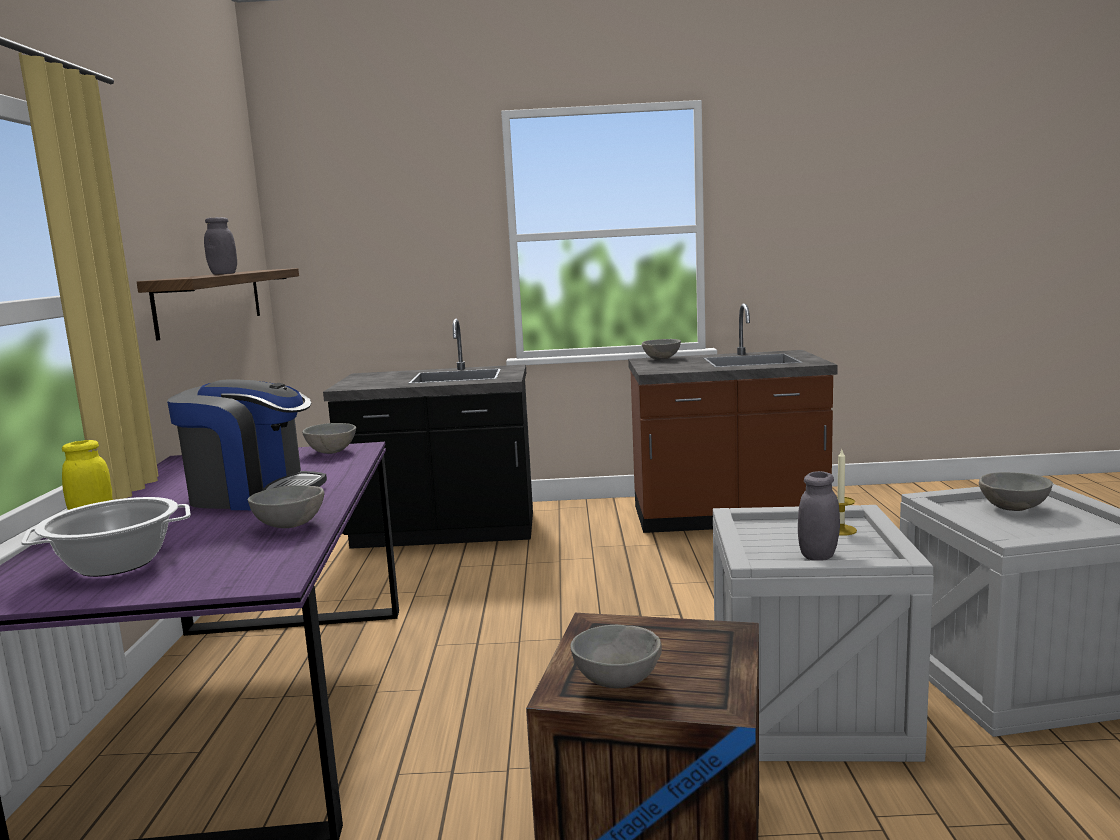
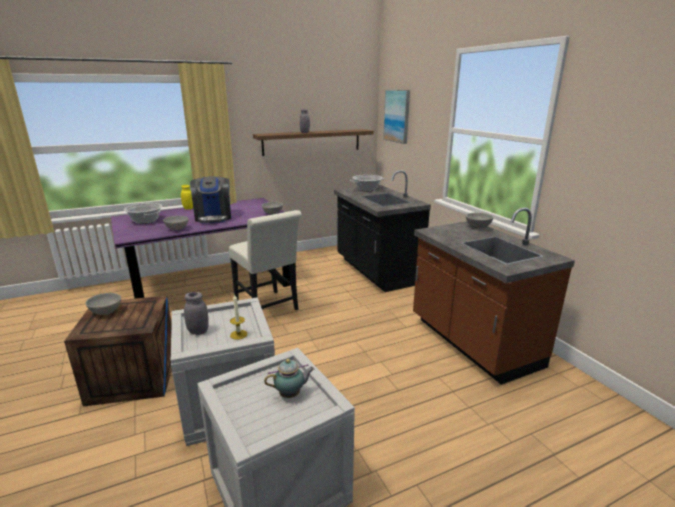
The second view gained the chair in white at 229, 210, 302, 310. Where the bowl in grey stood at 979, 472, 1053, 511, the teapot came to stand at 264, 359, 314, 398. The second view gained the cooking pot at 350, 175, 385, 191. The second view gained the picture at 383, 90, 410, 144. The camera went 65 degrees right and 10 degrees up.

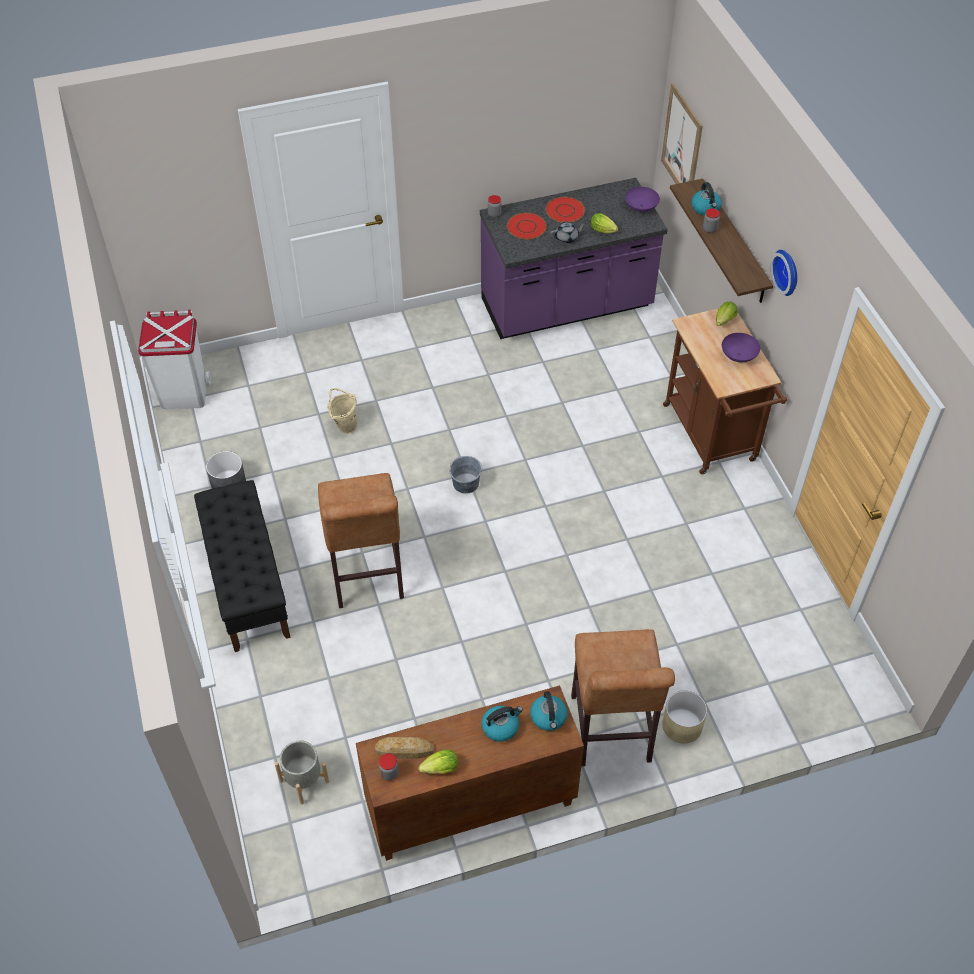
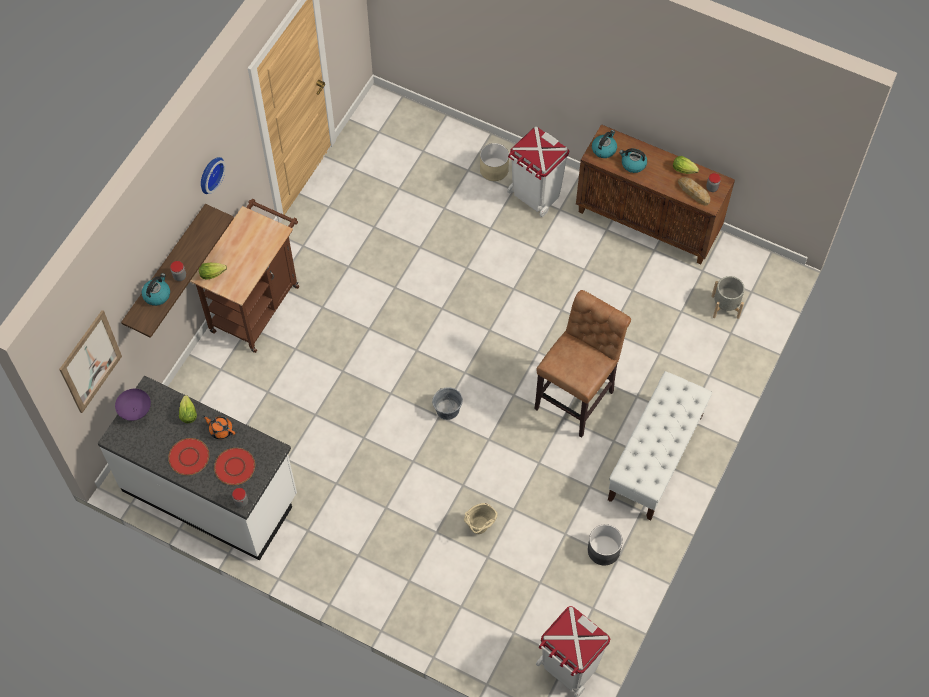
What was the counter in purple at 480, 178, 668, 339 turned into the counter in white at 98, 375, 297, 561. What was the teapot in grey at 550, 222, 586, 244 turned into the teapot in orange at 203, 415, 235, 439. Where the stool in brown stood at 571, 629, 675, 766, the trash can in white came to stand at 507, 127, 569, 217. What was the bench in black at 194, 480, 291, 652 turned into the bench in white at 608, 371, 712, 520. The second view lost the bowl in purple at 722, 333, 760, 362. The camera went 135 degrees left and 10 degrees up.

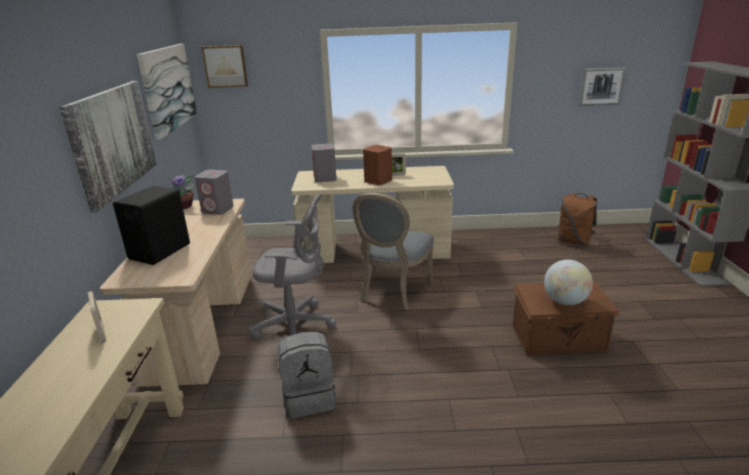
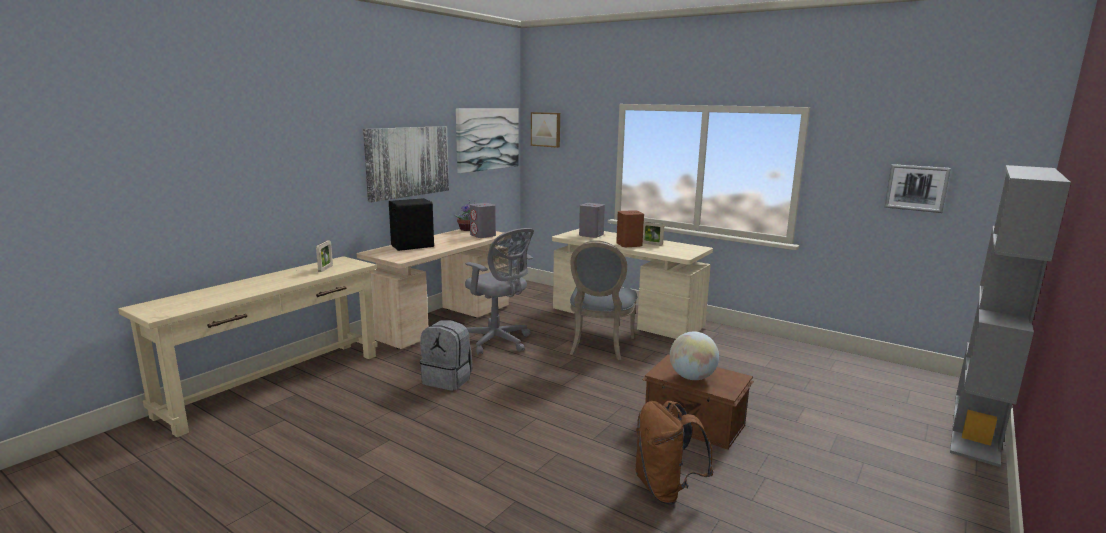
The chair in grey at 353, 191, 434, 310 ended up facing another way, 45 degrees counterclockwise from before. The backpack in brown ended up elsewhere, having gone from 558, 193, 597, 246 to 635, 401, 713, 504. The camera went 35 degrees right and 10 degrees down.

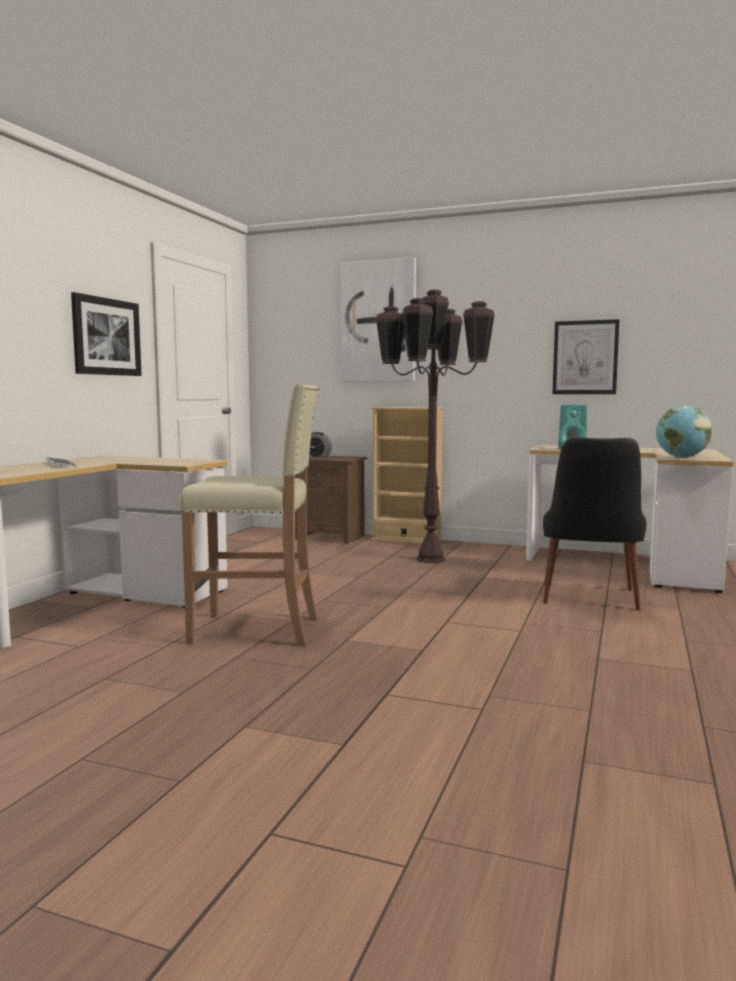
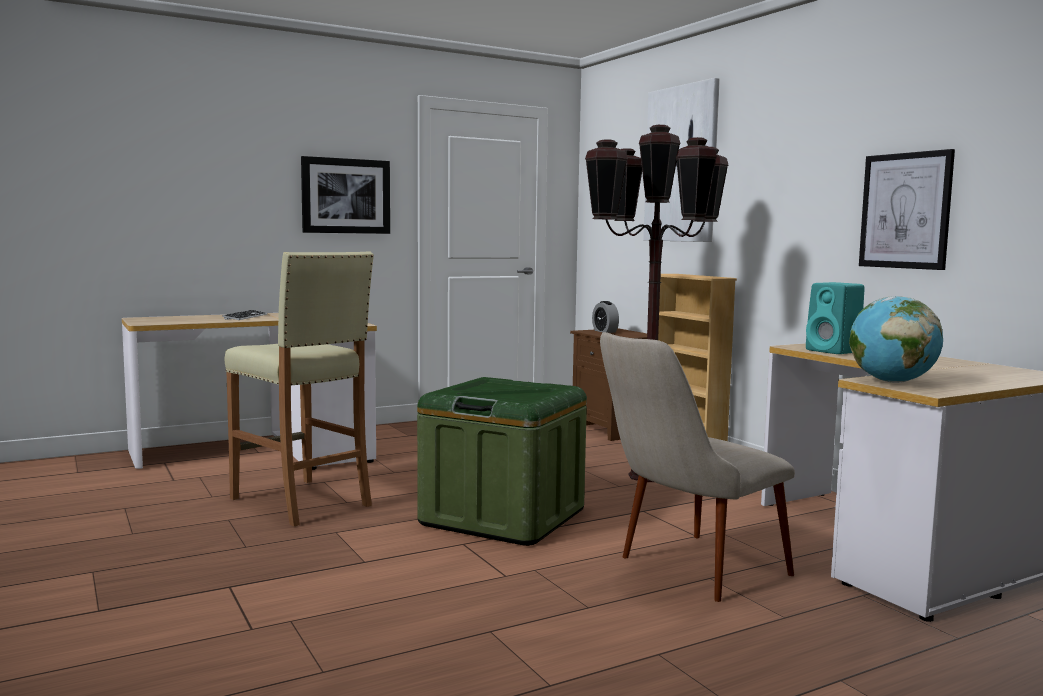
The second view gained the storage box in green at 417, 377, 587, 546. What was the chair in black at 543, 437, 646, 610 turned into the chair in beige at 600, 332, 795, 602. The camera went 40 degrees right and 0 degrees up.

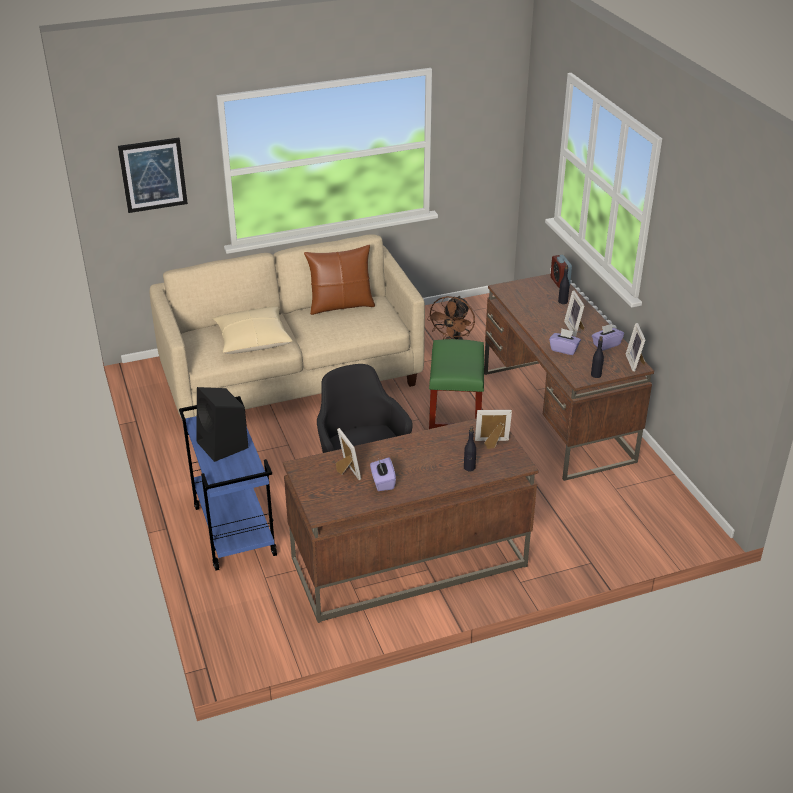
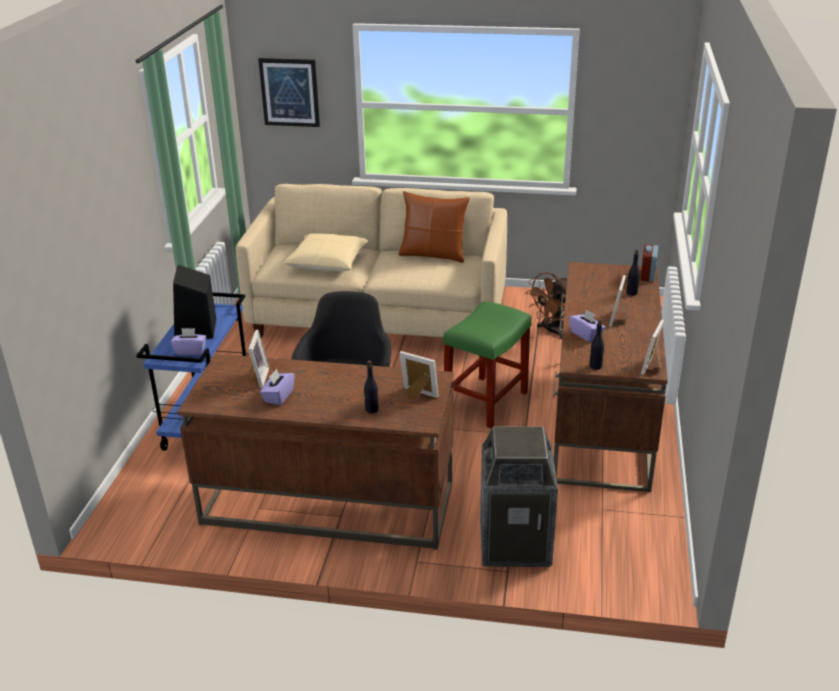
The tissue box in purple ended up elsewhere, having gone from 592, 324, 624, 351 to 170, 328, 207, 355. The second view gained the trash can at 480, 427, 558, 567. The camera went 30 degrees right and 5 degrees down.

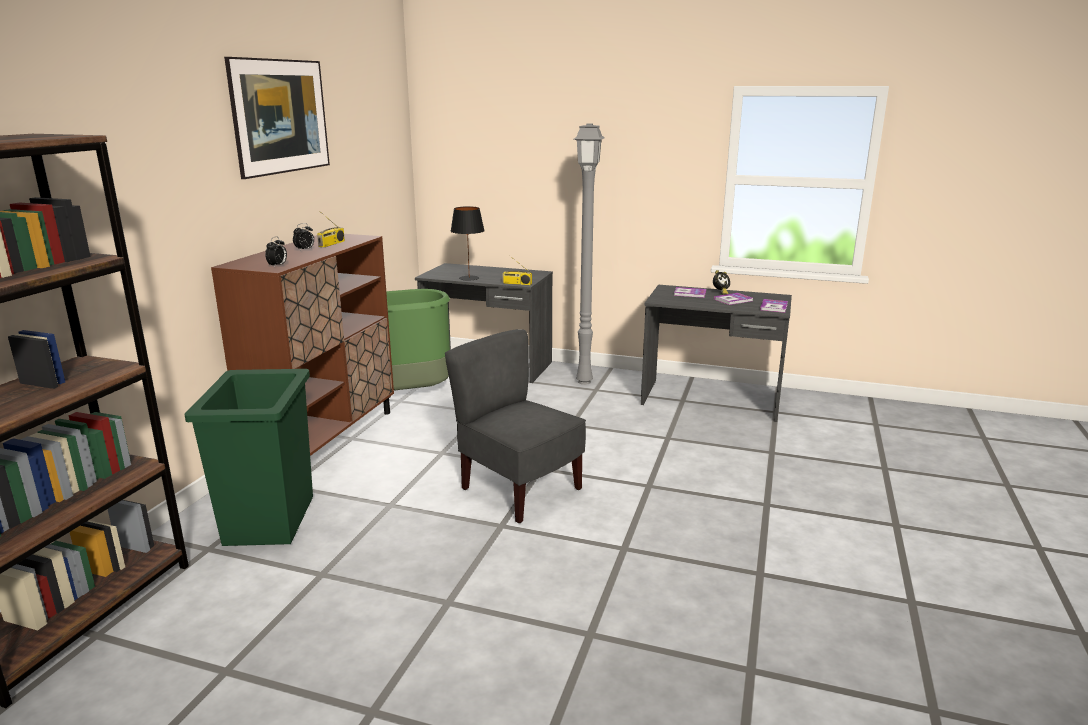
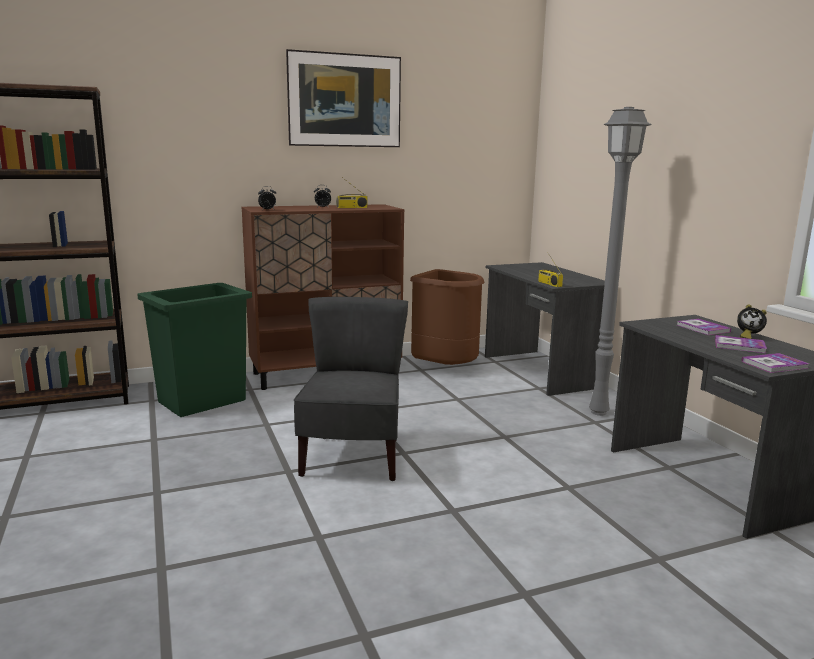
What was the trash can in green at 386, 289, 450, 390 turned into the trash can in brown at 410, 269, 484, 365. The second view lost the table lamp in black at 451, 206, 485, 281. The camera went 50 degrees right and 5 degrees down.

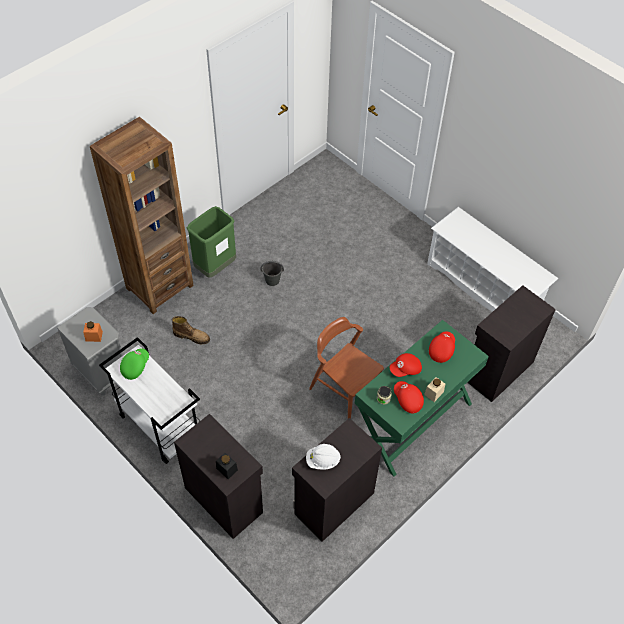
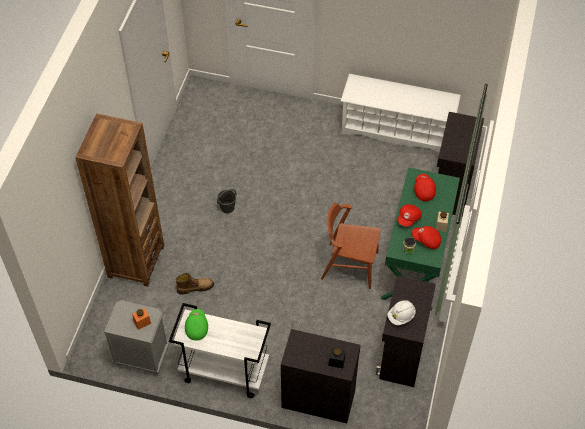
The second view lost the trash can in green at 187, 206, 236, 278. The camera went 30 degrees left and 0 degrees up.

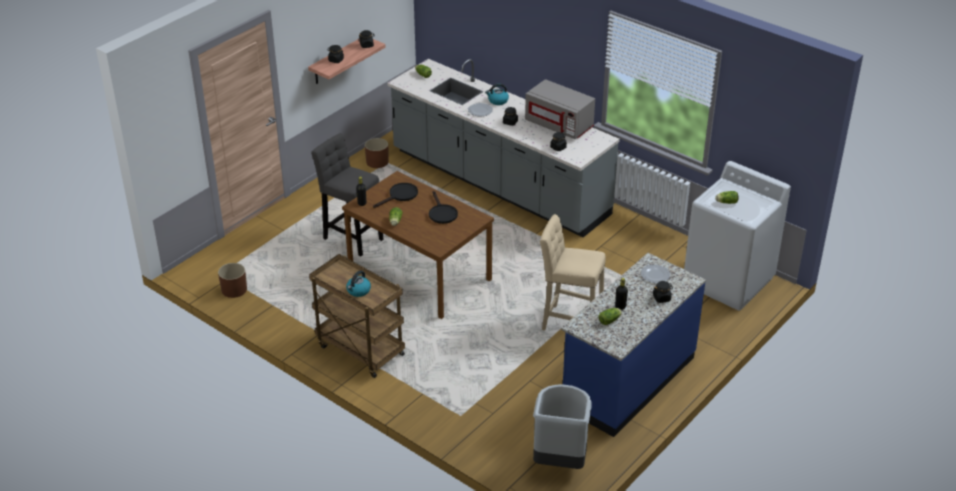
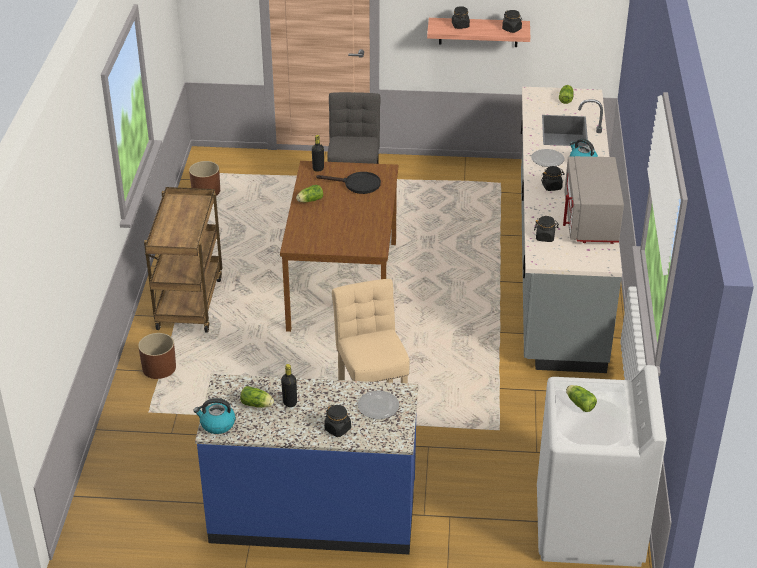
The planter in brown ended up elsewhere, having gone from 365, 138, 389, 168 to 138, 333, 176, 379. The kettle ended up elsewhere, having gone from 346, 271, 371, 297 to 193, 398, 235, 434. The second view lost the frying pan in black at 429, 191, 458, 224. The second view lost the trash can in grey at 533, 384, 592, 469. The camera went 55 degrees right and 0 degrees up.

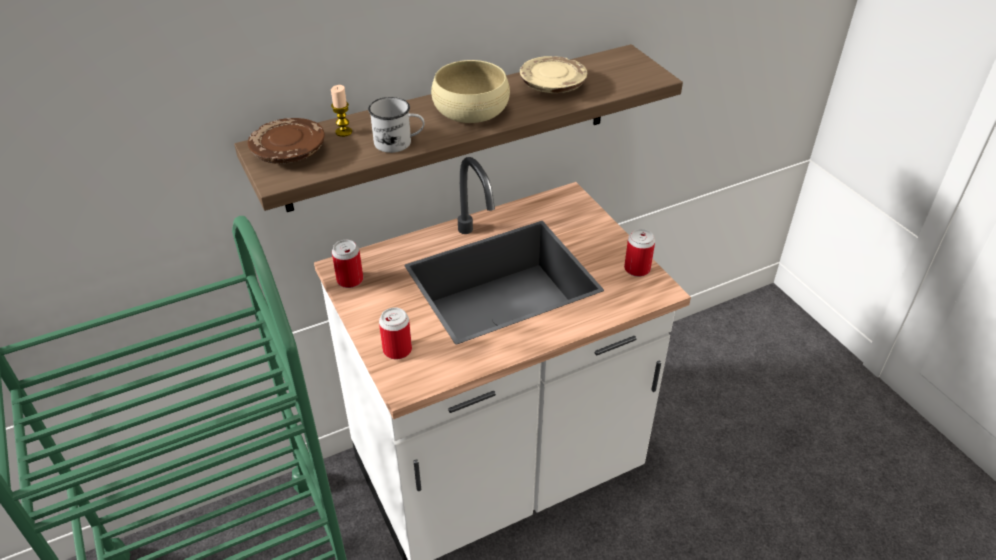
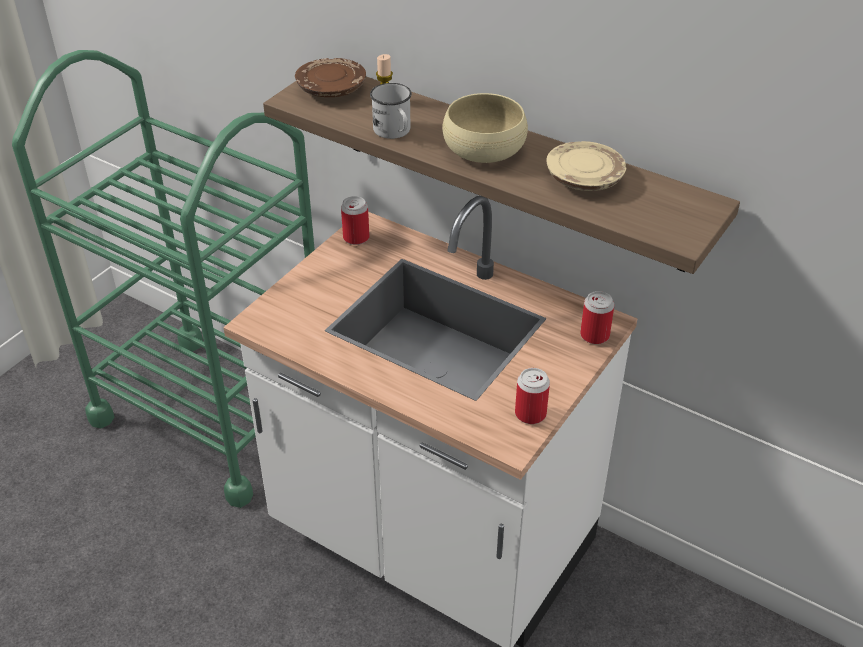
The can ended up elsewhere, having gone from 379, 307, 412, 360 to 580, 291, 614, 344. The camera went 60 degrees right and 0 degrees up.

